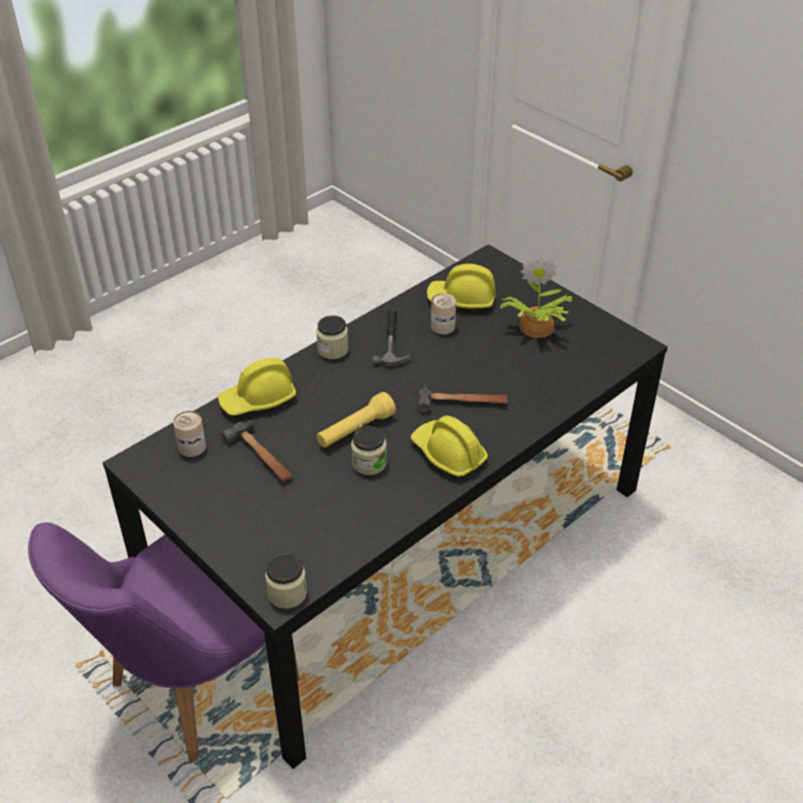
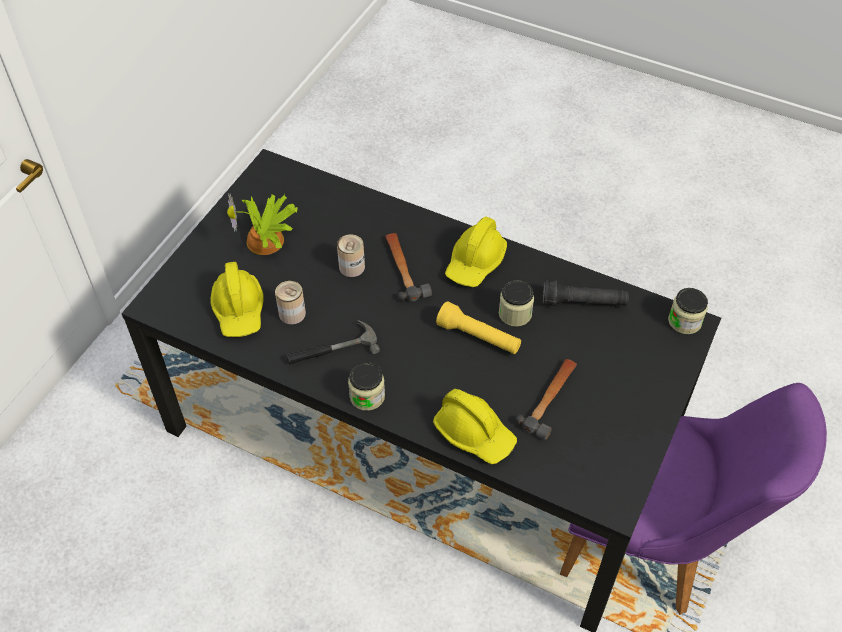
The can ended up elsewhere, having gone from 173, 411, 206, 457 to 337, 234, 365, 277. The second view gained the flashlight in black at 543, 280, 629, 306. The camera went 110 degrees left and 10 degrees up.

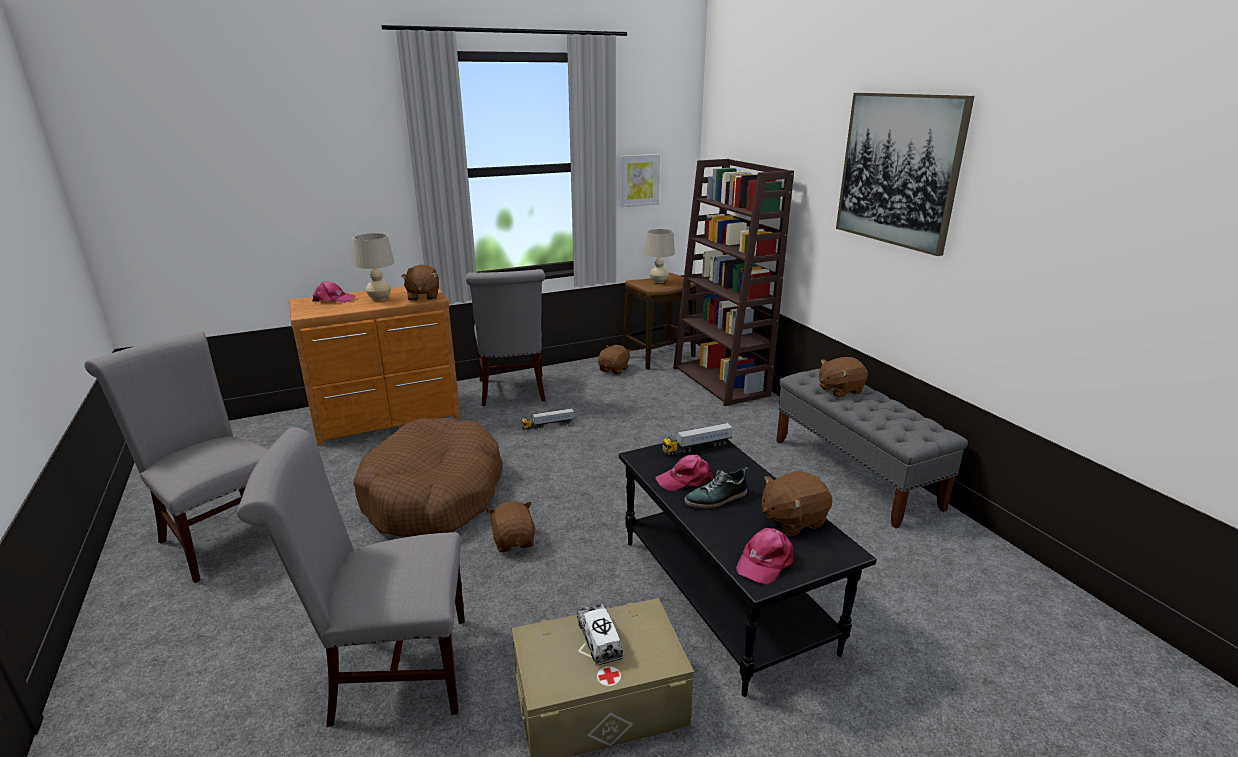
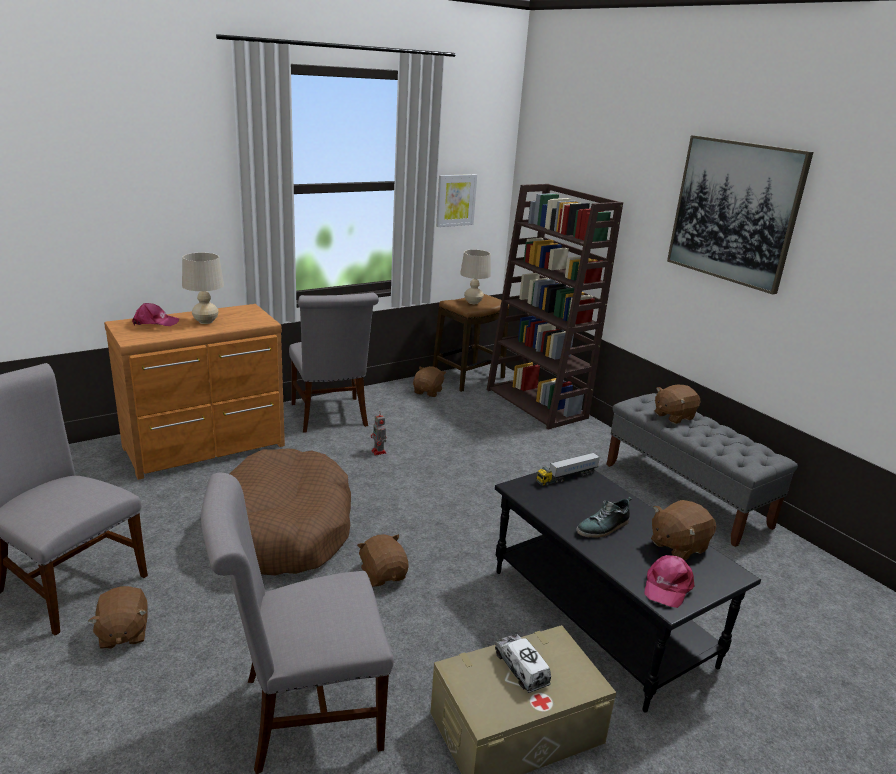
The plush toy in brown ended up elsewhere, having gone from 401, 264, 439, 301 to 88, 586, 148, 649. Where the toy truck stood at 522, 408, 574, 430, the toy robot came to stand at 371, 412, 387, 456. The second view lost the cap in pink at 655, 455, 713, 491. The camera went 10 degrees left and 0 degrees up.

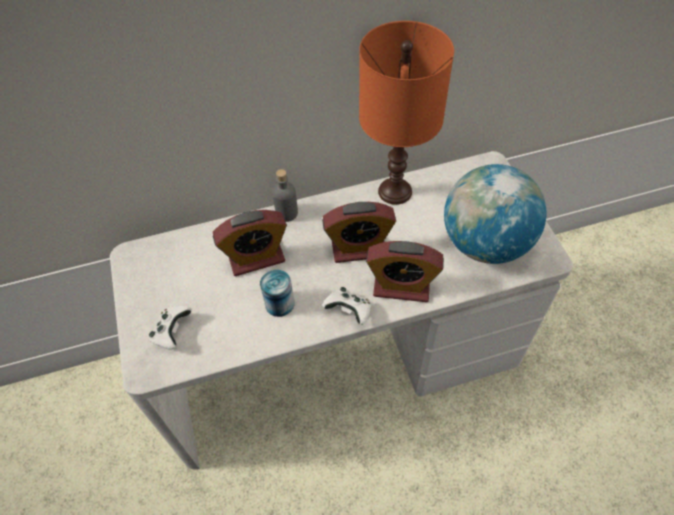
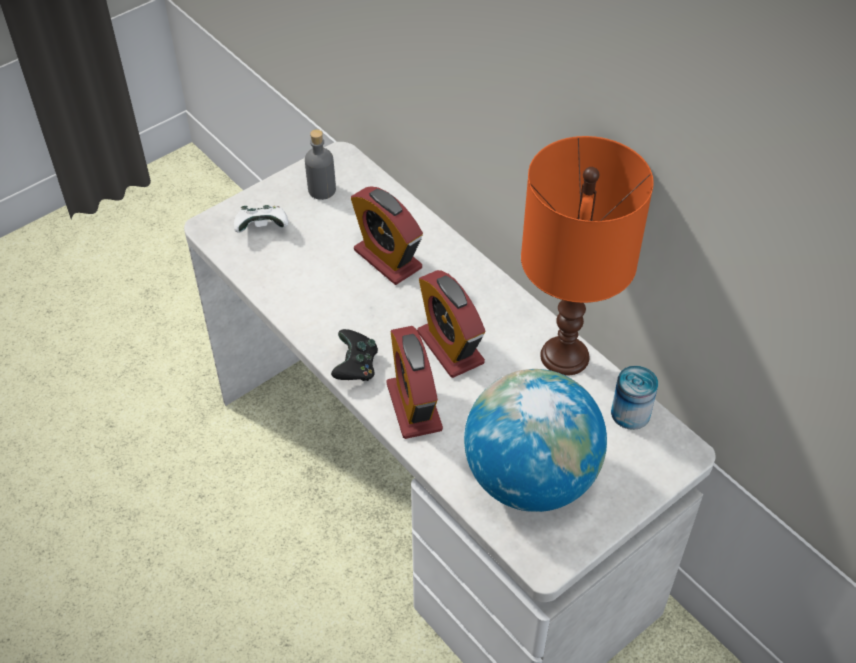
The bottle in grey ended up elsewhere, having gone from 272, 169, 298, 222 to 305, 129, 336, 200. What was the game controller in white at 322, 287, 371, 325 turned into the game controller in black at 331, 329, 378, 381. The can ended up elsewhere, having gone from 260, 270, 295, 317 to 611, 366, 658, 430. The camera went 65 degrees right and 5 degrees down.

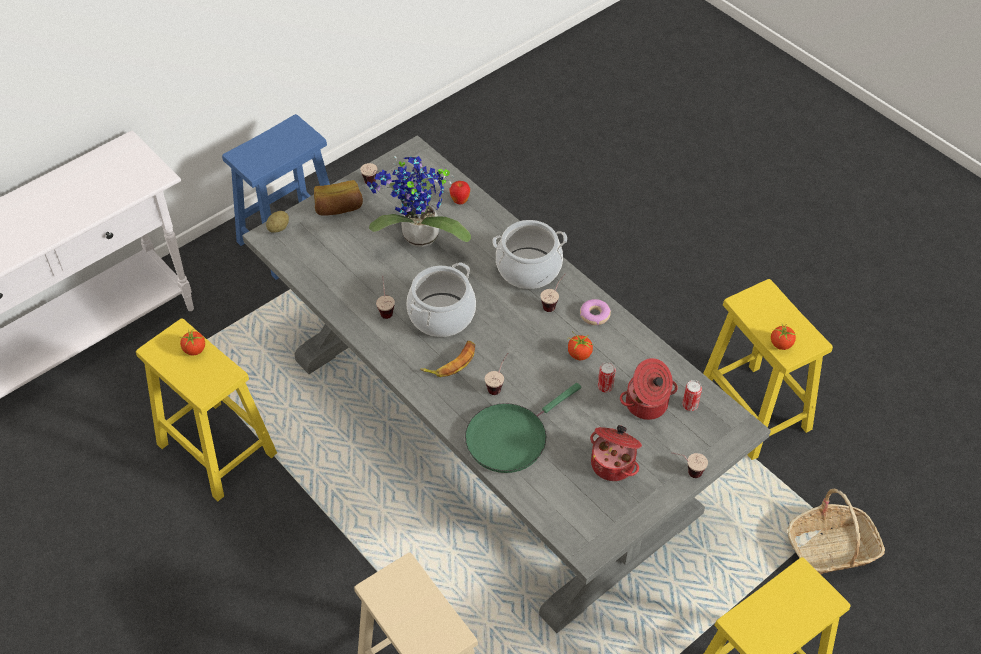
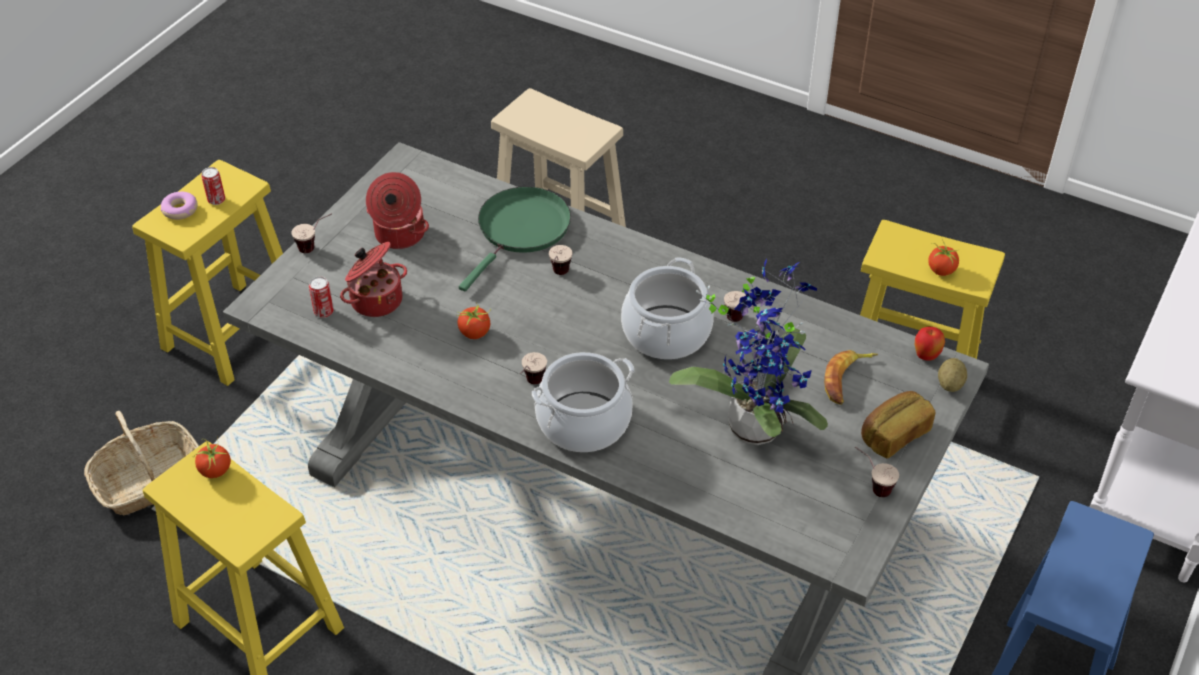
The donut ended up elsewhere, having gone from 580, 299, 611, 325 to 161, 192, 198, 220. The can ended up elsewhere, having gone from 598, 362, 616, 393 to 201, 167, 225, 205. The banana ended up elsewhere, having gone from 420, 341, 475, 377 to 824, 350, 878, 405. The apple ended up elsewhere, having gone from 449, 181, 470, 204 to 915, 327, 945, 360. The camera went 160 degrees right and 5 degrees down.

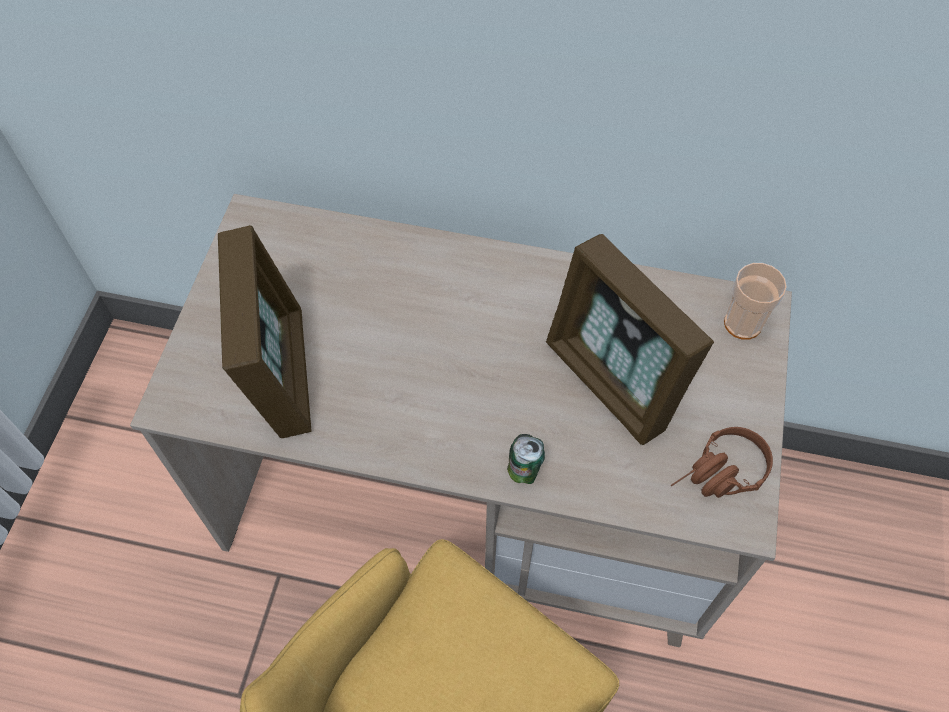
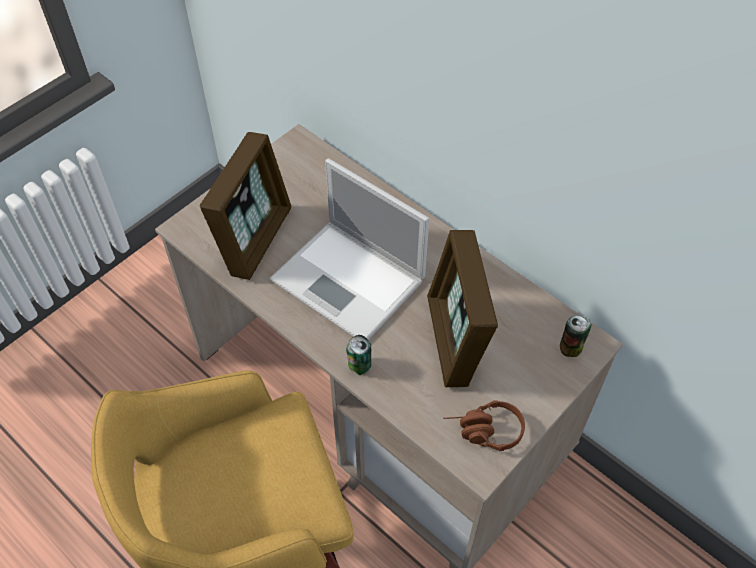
The second view gained the laptop at 270, 158, 429, 340. Where the cup stood at 724, 263, 787, 340, the can came to stand at 560, 315, 591, 357. The camera went 30 degrees right and 5 degrees down.

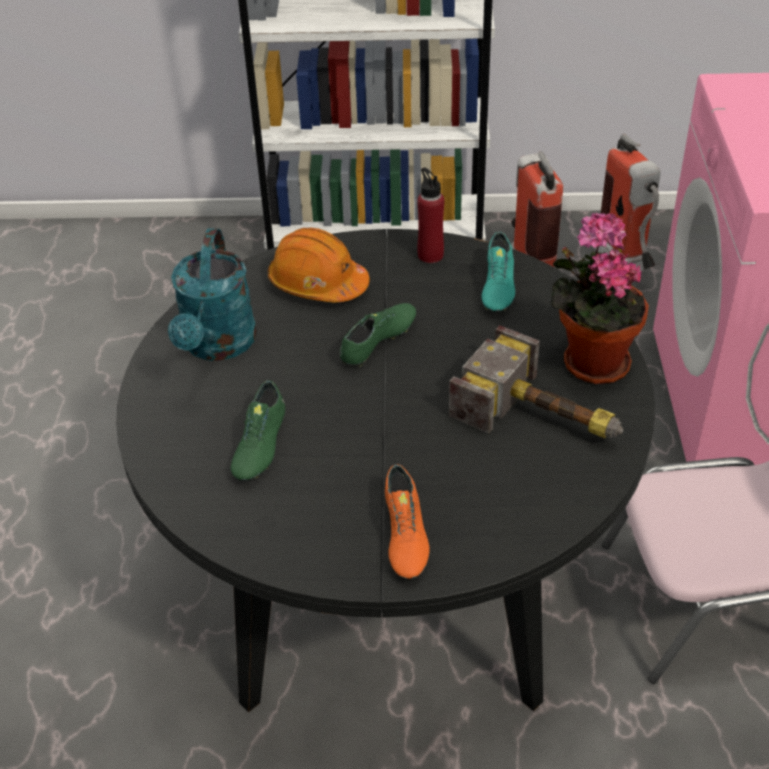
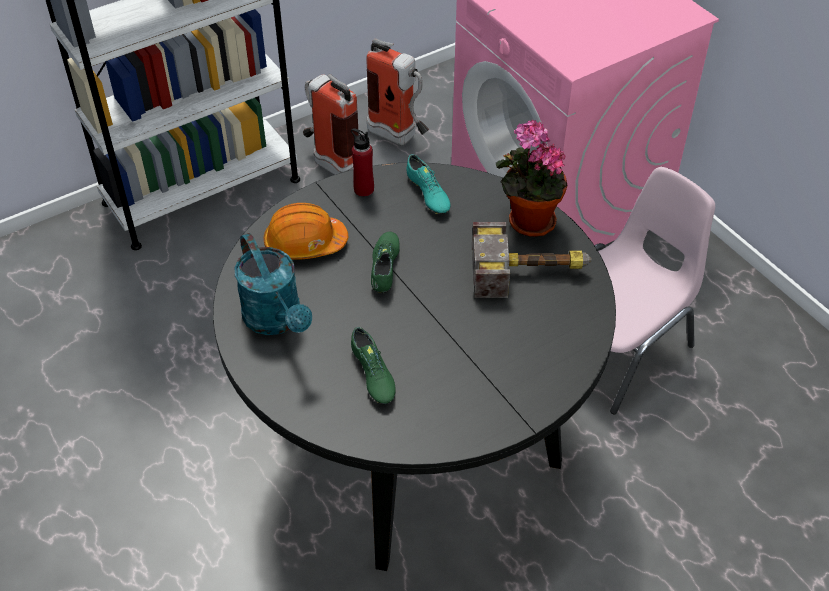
The second view lost the shoe in orange at 385, 464, 430, 579. The camera went 35 degrees left and 5 degrees up.

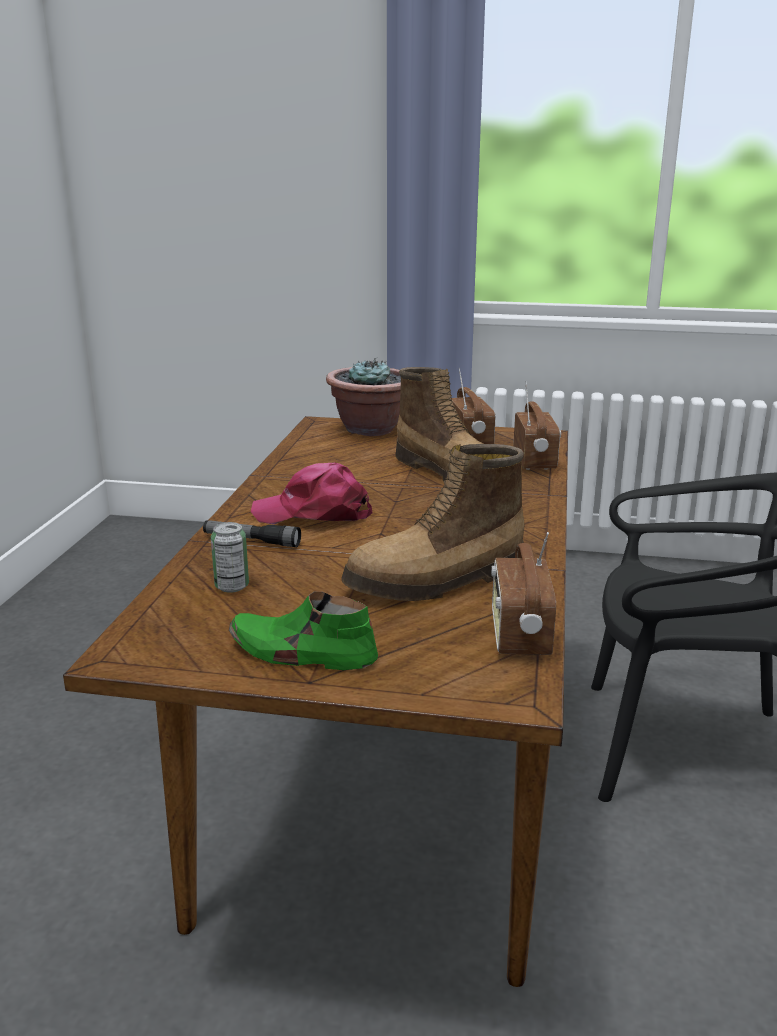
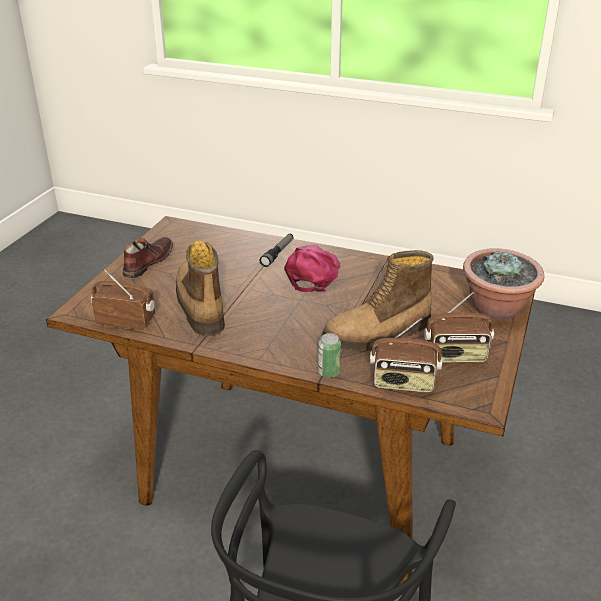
What was the shoe in green at 229, 591, 378, 670 turned into the shoe in brown at 122, 237, 173, 278. The can ended up elsewhere, having gone from 211, 522, 249, 593 to 318, 333, 341, 378. The camera went 100 degrees right and 10 degrees up.

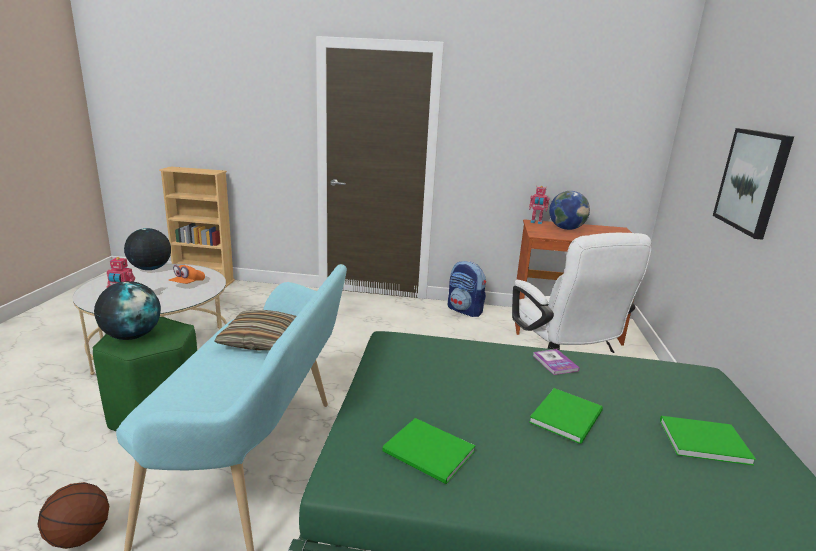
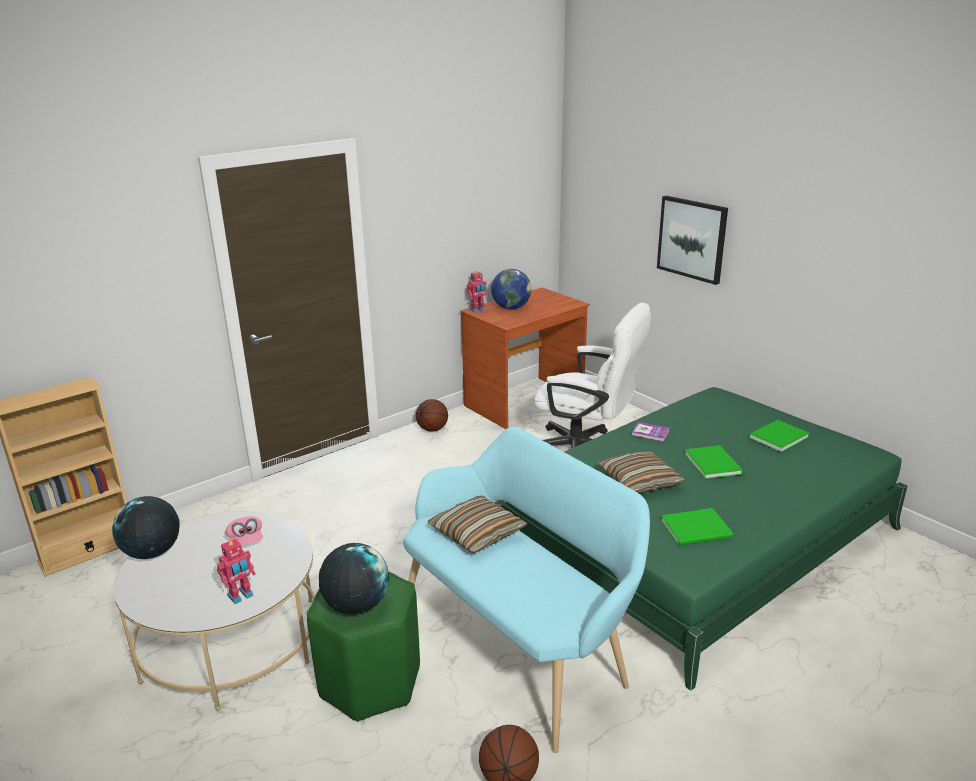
What was the cap in orange at 168, 265, 205, 284 turned into the cap in pink at 225, 516, 263, 545. Where the backpack stood at 448, 261, 486, 317, the basketball came to stand at 416, 399, 448, 432. The second view gained the pillow at 598, 451, 685, 493. The camera went 45 degrees left and 5 degrees up.

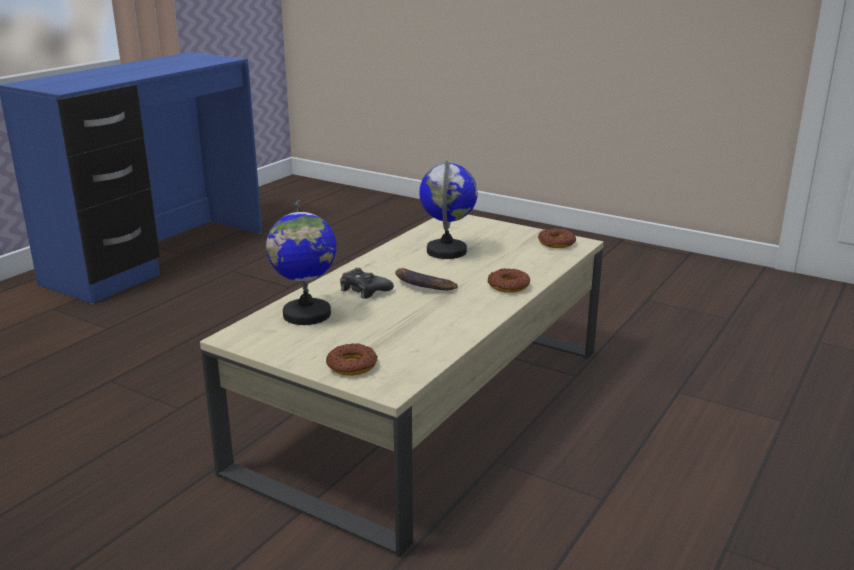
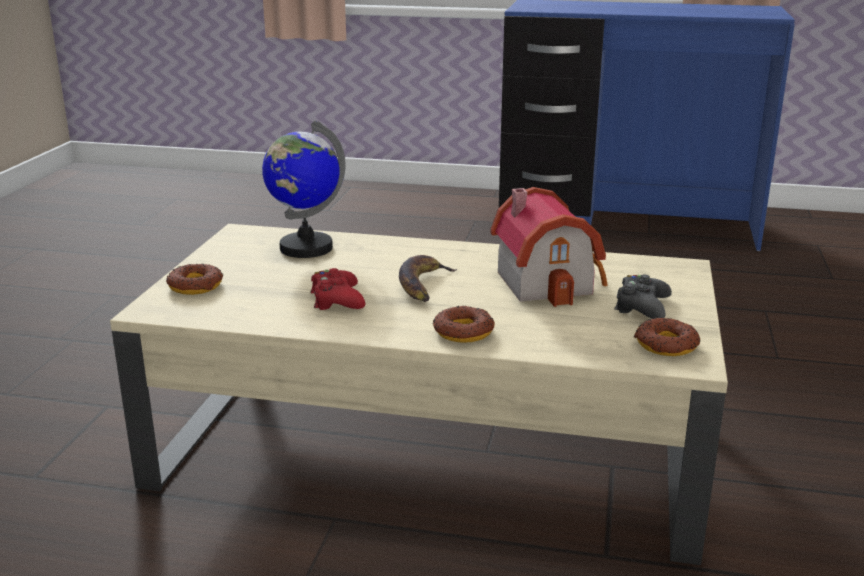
The second view gained the game controller in red at 311, 268, 365, 310. Where the globe stood at 419, 160, 478, 259, the toy house came to stand at 491, 187, 608, 307. The game controller in black ended up elsewhere, having gone from 340, 268, 394, 299 to 614, 275, 672, 319. The camera went 70 degrees right and 0 degrees up.

